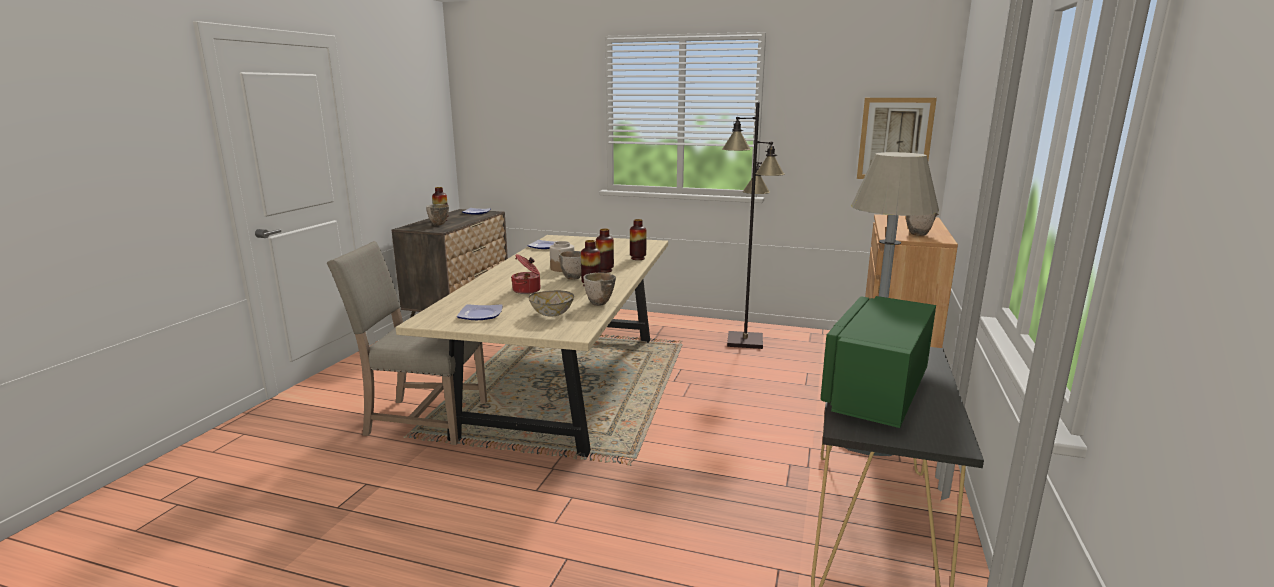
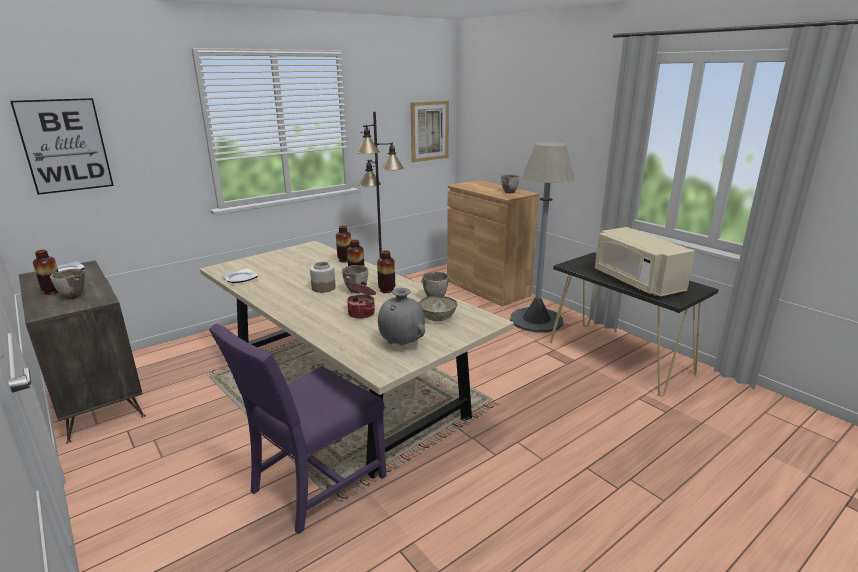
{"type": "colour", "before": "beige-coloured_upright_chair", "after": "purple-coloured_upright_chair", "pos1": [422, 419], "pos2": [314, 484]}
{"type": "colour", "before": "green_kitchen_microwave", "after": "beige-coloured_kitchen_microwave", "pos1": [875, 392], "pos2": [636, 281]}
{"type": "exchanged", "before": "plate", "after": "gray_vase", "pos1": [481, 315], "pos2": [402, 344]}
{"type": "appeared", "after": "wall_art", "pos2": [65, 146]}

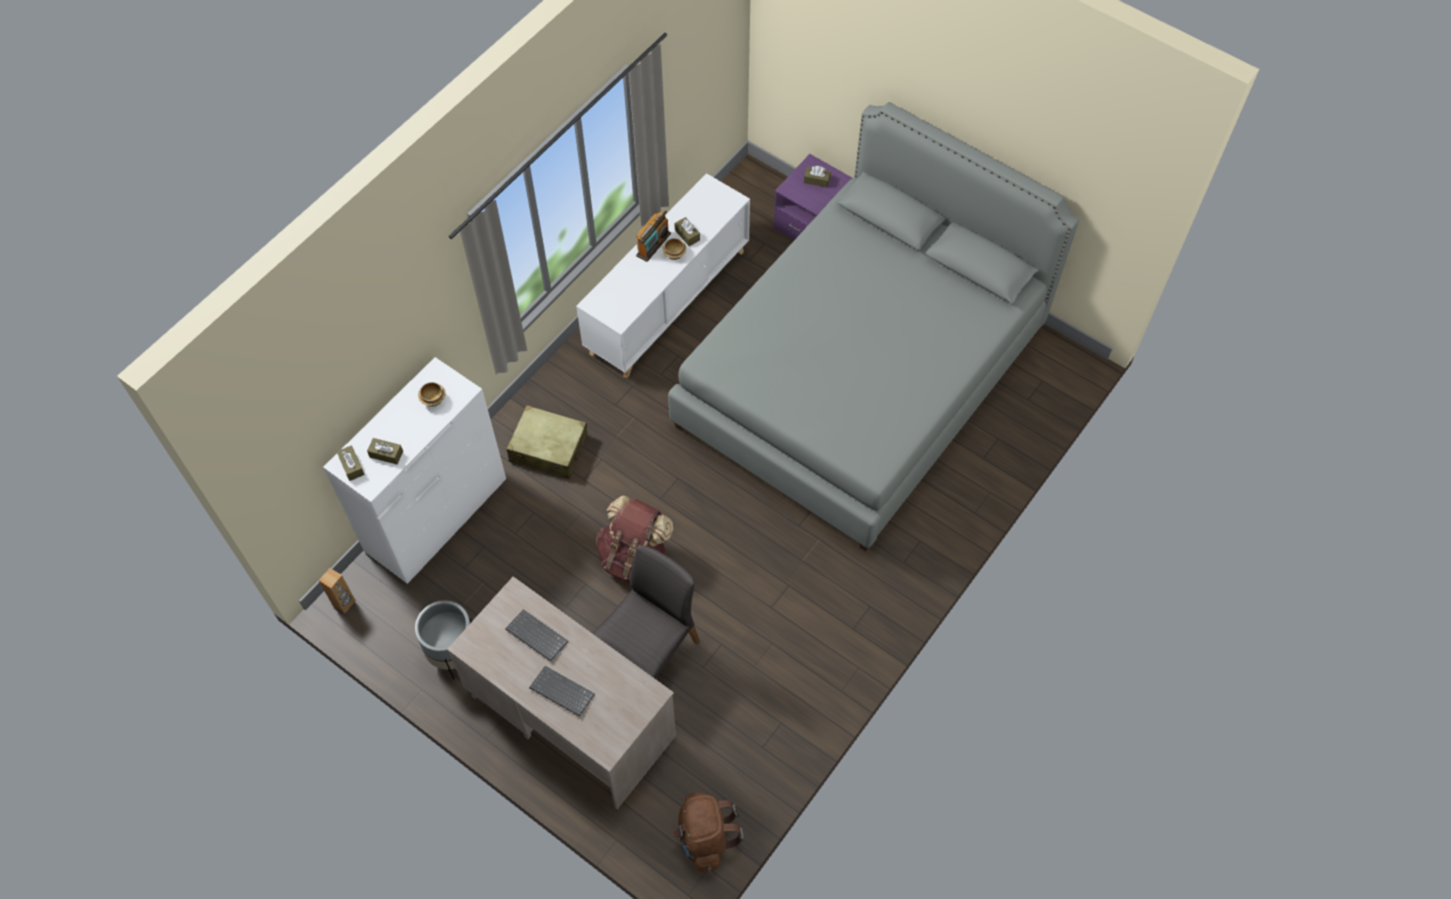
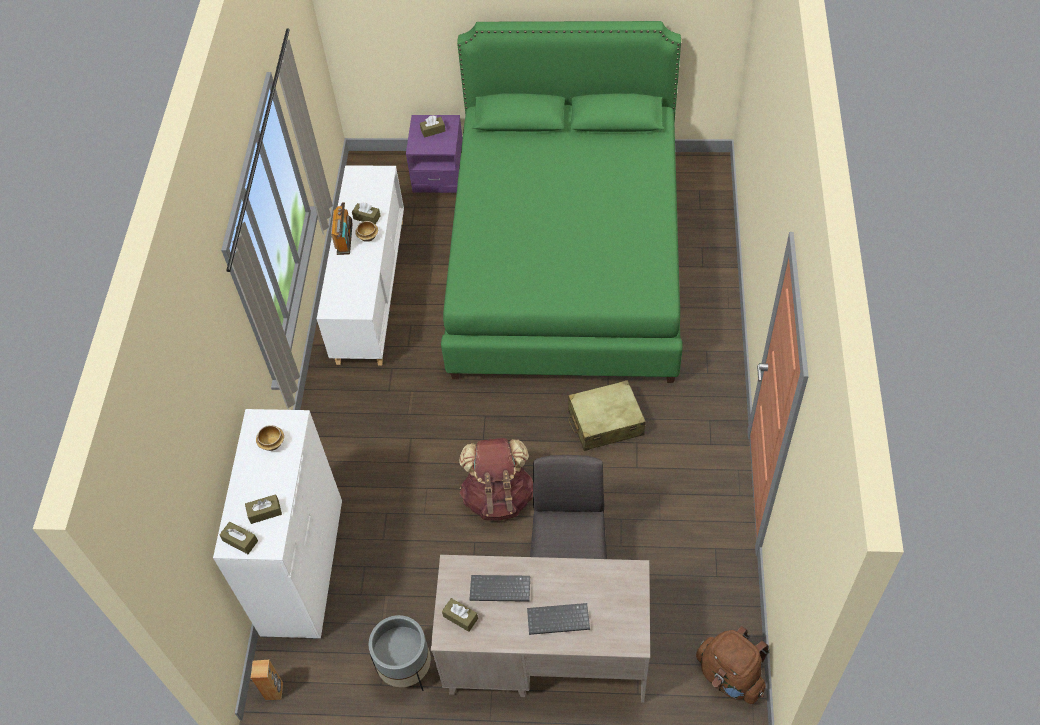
{"type": "colour", "before": "gray_bedroom_bed", "after": "green_bedroom_bed", "pos1": [860, 377], "pos2": [566, 261]}
{"type": "relocated", "before": "beige-coloured_travel_case", "pos1": [548, 448], "pos2": [605, 422]}
{"type": "appeared", "after": "brownish_tissue_box", "pos2": [460, 617]}

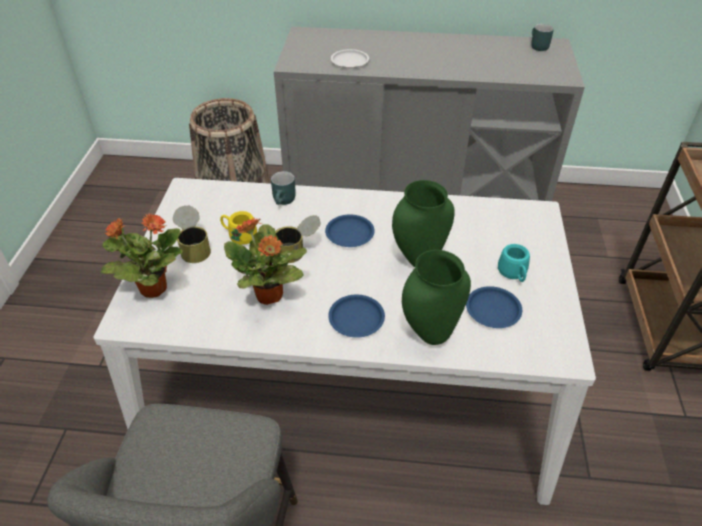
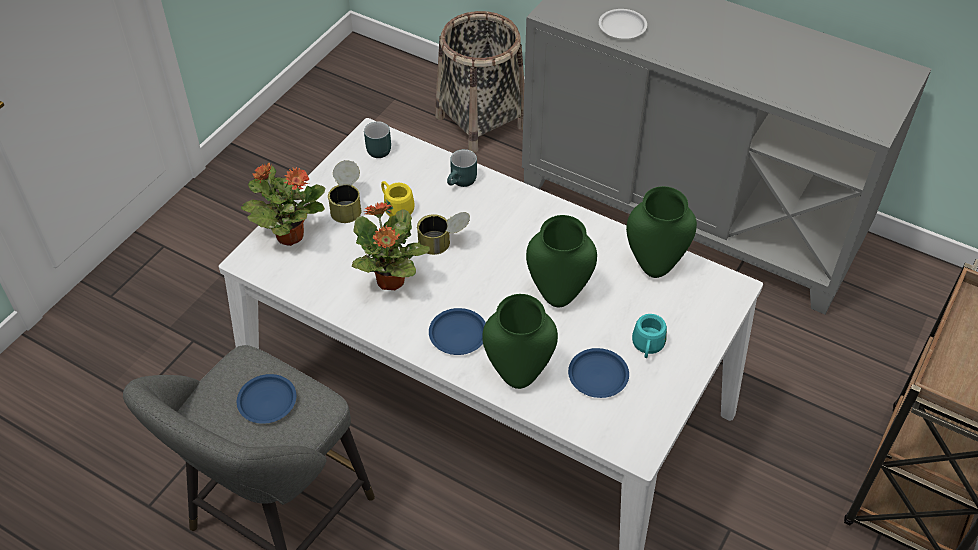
{"type": "relocated", "before": "blue-green_tea_mug", "pos1": [536, 46], "pos2": [377, 148]}
{"type": "relocated", "before": "bluish_plate", "pos1": [349, 234], "pos2": [267, 401]}
{"type": "appeared", "after": "green_vase", "pos2": [654, 267]}

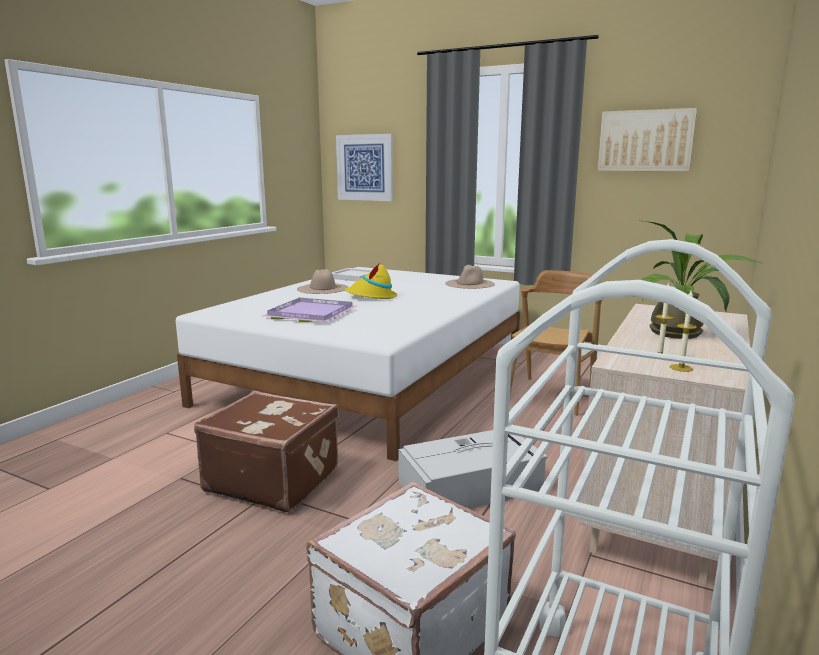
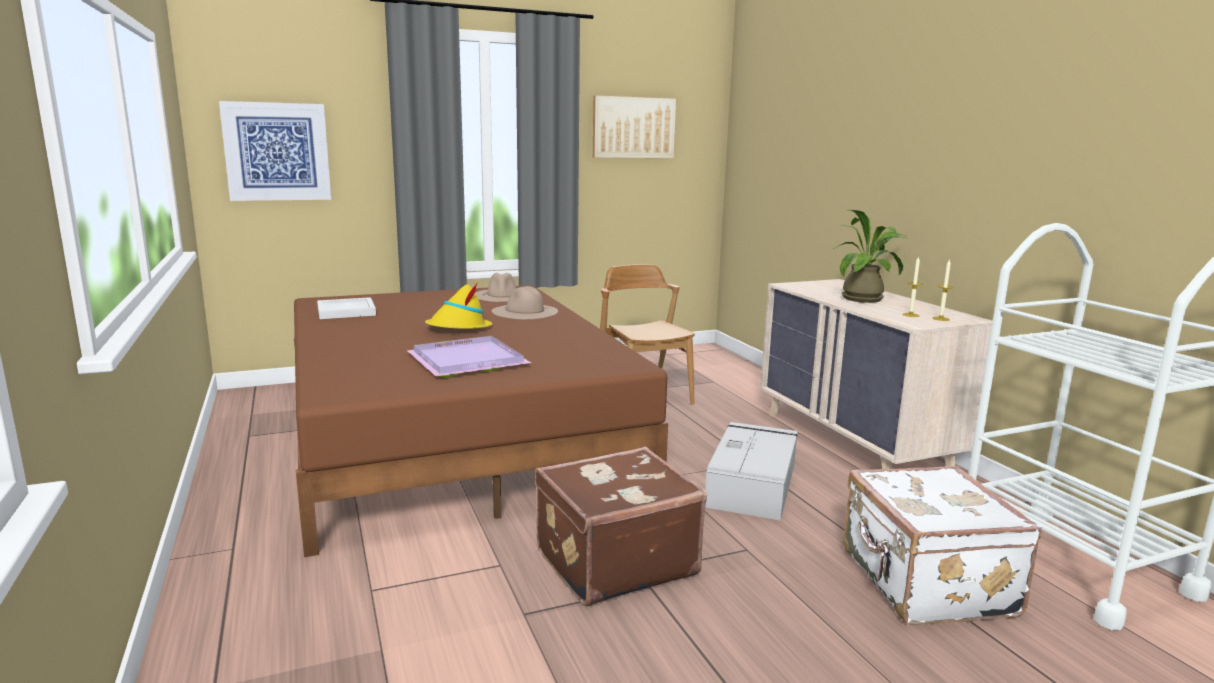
{"type": "colour", "before": "whitish_bedroom_bed", "after": "brownish_bedroom_bed", "pos1": [371, 377], "pos2": [454, 434]}
{"type": "relocated", "before": "beige-coloured_clothing_hat", "pos1": [322, 288], "pos2": [524, 311]}

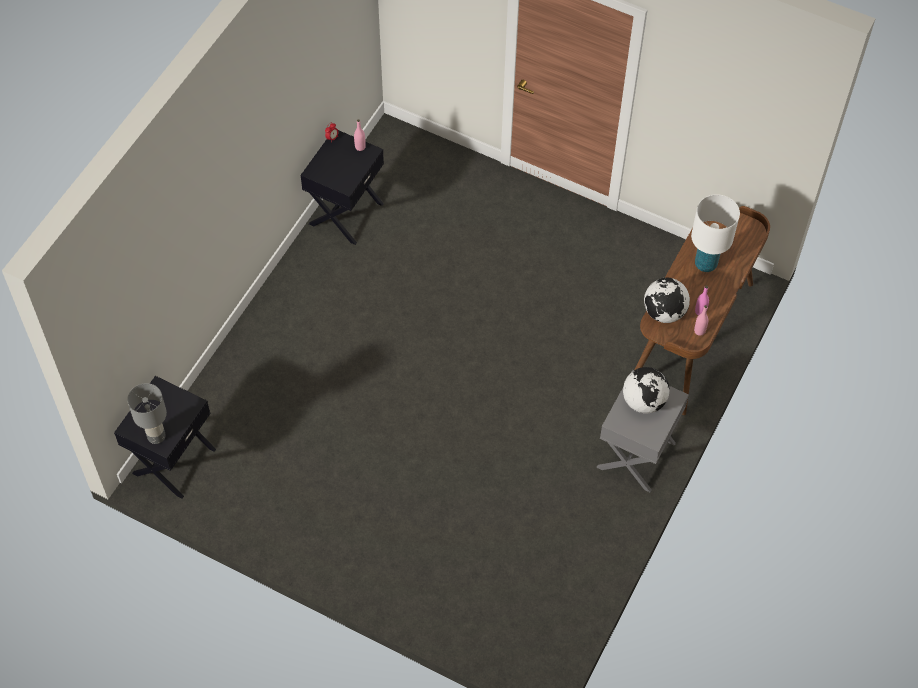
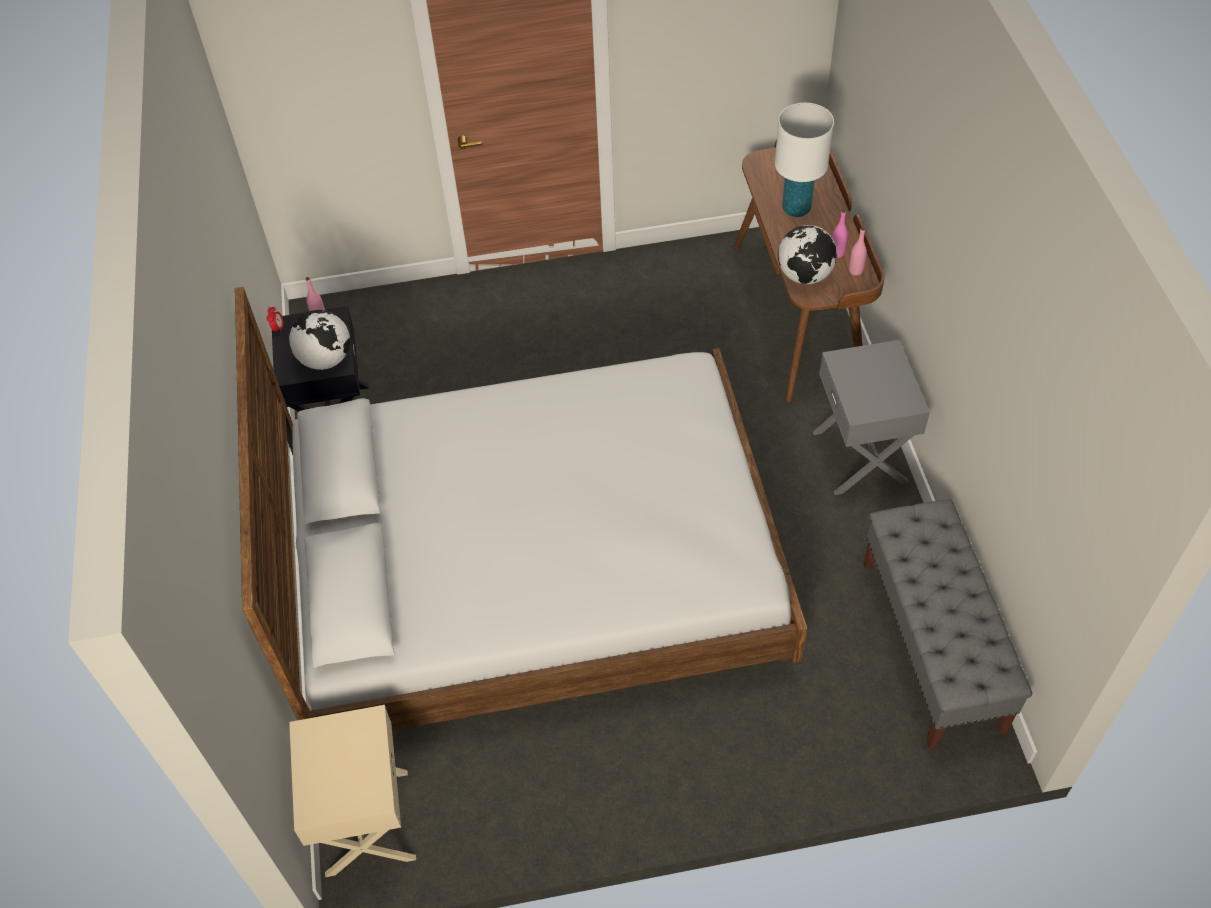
{"type": "relocated", "before": "globe", "pos1": [643, 401], "pos2": [325, 359]}
{"type": "colour", "before": "black_nightstand", "after": "beige-coloured_nightstand", "pos1": [173, 460], "pos2": [365, 822]}
{"type": "missing", "before": "gray_lamp_for_a_table", "pos1": [157, 436]}
{"type": "appeared", "after": "bedroom_bed", "pos2": [534, 567]}
{"type": "appeared", "after": "gray_indoor_bench", "pos2": [932, 646]}

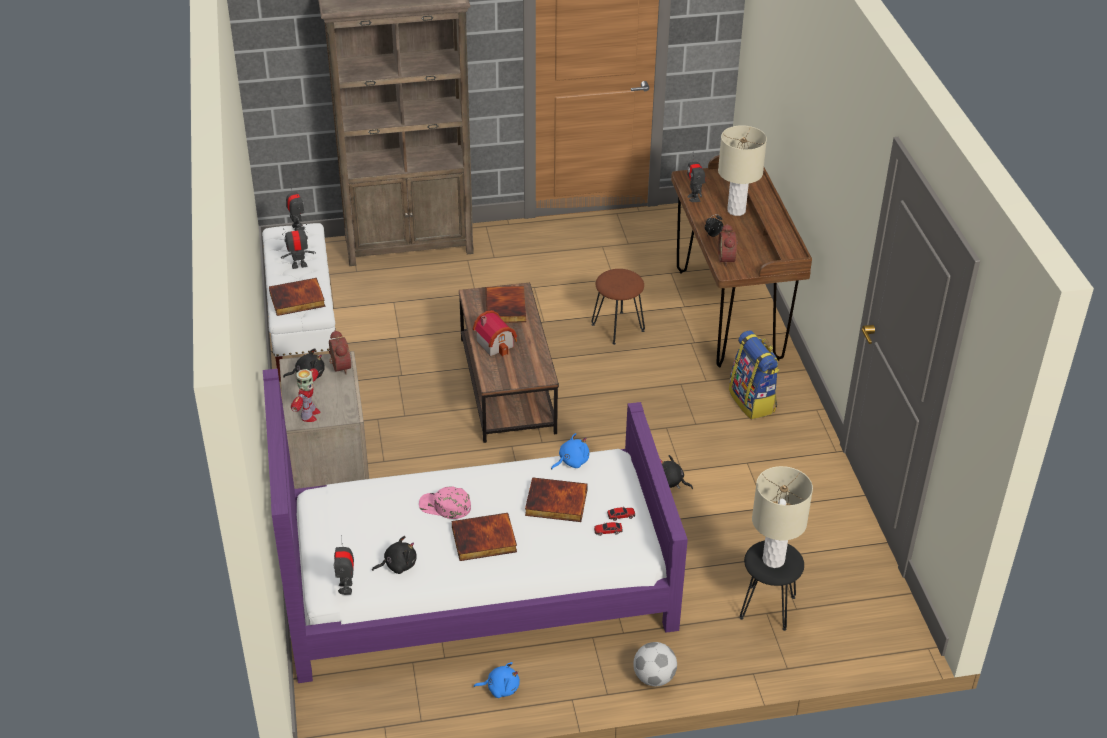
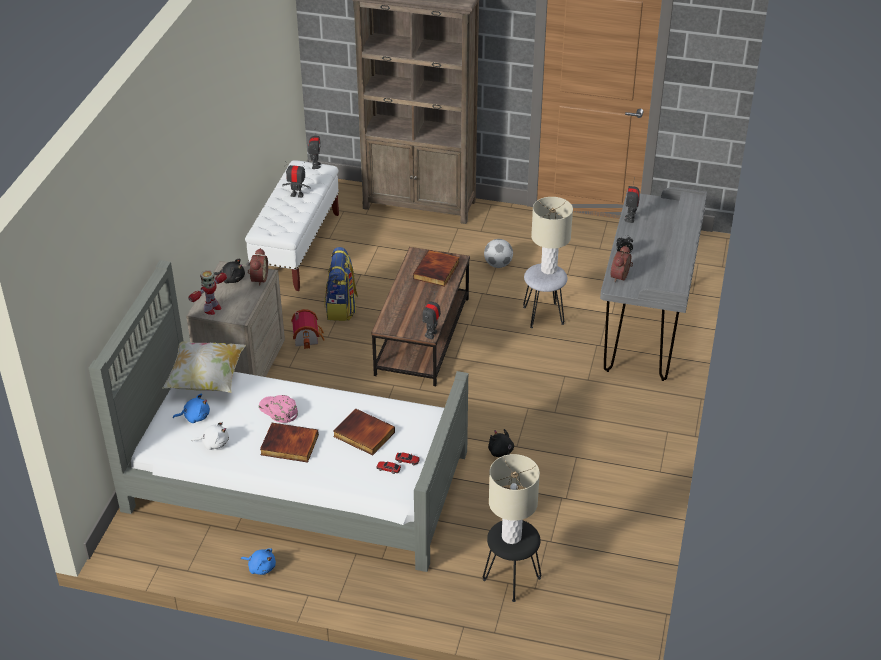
{"type": "relocated", "before": "beige-coloured_lamp_for_a_table", "pos1": [736, 211], "pos2": [548, 269]}
{"type": "colour", "before": "brownish_desk_unit", "after": "gray_desk_unit", "pos1": [729, 314], "pos2": [645, 330]}
{"type": "colour", "before": "brownish_sitting_stool", "after": "gray_sitting_stool", "pos1": [617, 327], "pos2": [543, 315]}
{"type": "missing", "before": "book", "pos1": [297, 300]}
{"type": "relocated", "before": "model_house", "pos1": [496, 343], "pos2": [308, 337]}
{"type": "relocated", "before": "rucksack", "pos1": [753, 401], "pos2": [341, 308]}
{"type": "colour", "before": "purple-coloured_bedroom_bed", "after": "gray_bedroom_bed", "pos1": [475, 582], "pos2": [296, 481]}
{"type": "relocated", "before": "bluish_soft_toy", "pos1": [571, 461], "pos2": [195, 417]}
{"type": "relocated", "before": "model_robot", "pos1": [346, 587], "pos2": [431, 334]}
{"type": "colour", "before": "black_soft_toy", "after": "whitish_soft_toy", "pos1": [398, 565], "pos2": [214, 443]}
{"type": "relocated", "before": "football_ball", "pos1": [654, 678], "pos2": [498, 264]}
{"type": "appeared", "after": "cushion", "pos2": [206, 379]}

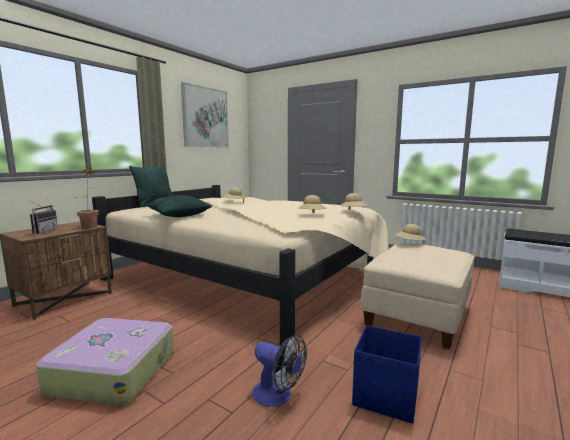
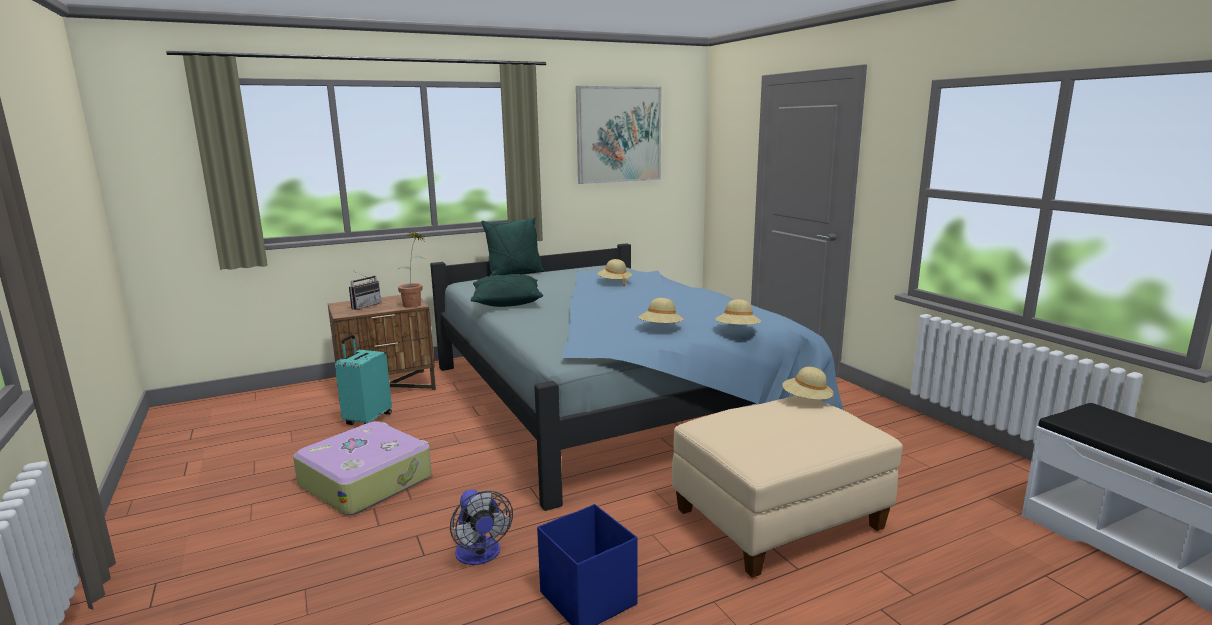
{"type": "colour", "before": "beige-coloured_bedroom_bed", "after": "bluish_bedroom_bed", "pos1": [250, 276], "pos2": [613, 400]}
{"type": "appeared", "after": "blue-green_travel_case", "pos2": [367, 420]}

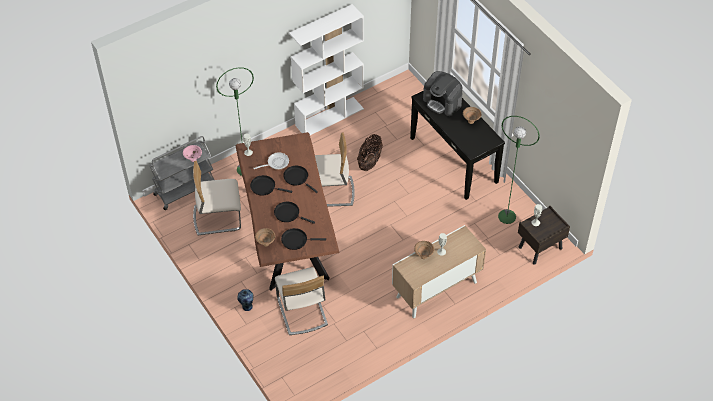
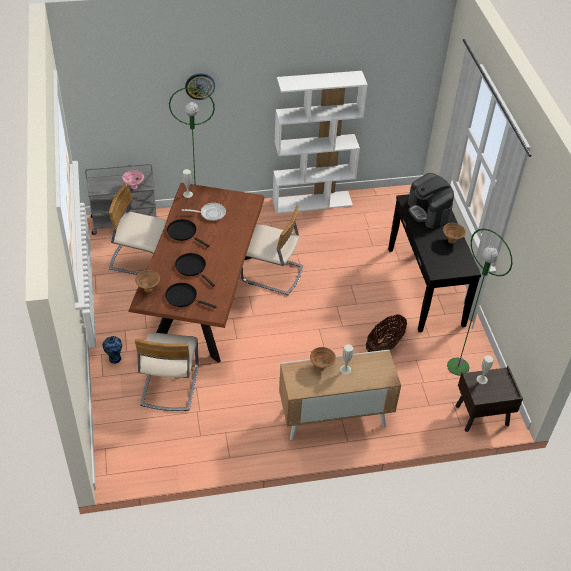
{"type": "relocated", "before": "household_basket", "pos1": [369, 161], "pos2": [384, 346]}
{"type": "missing", "before": "black_frying_pan", "pos1": [297, 178]}
{"type": "appeared", "after": "clock_on_the_wall", "pos2": [200, 86]}

